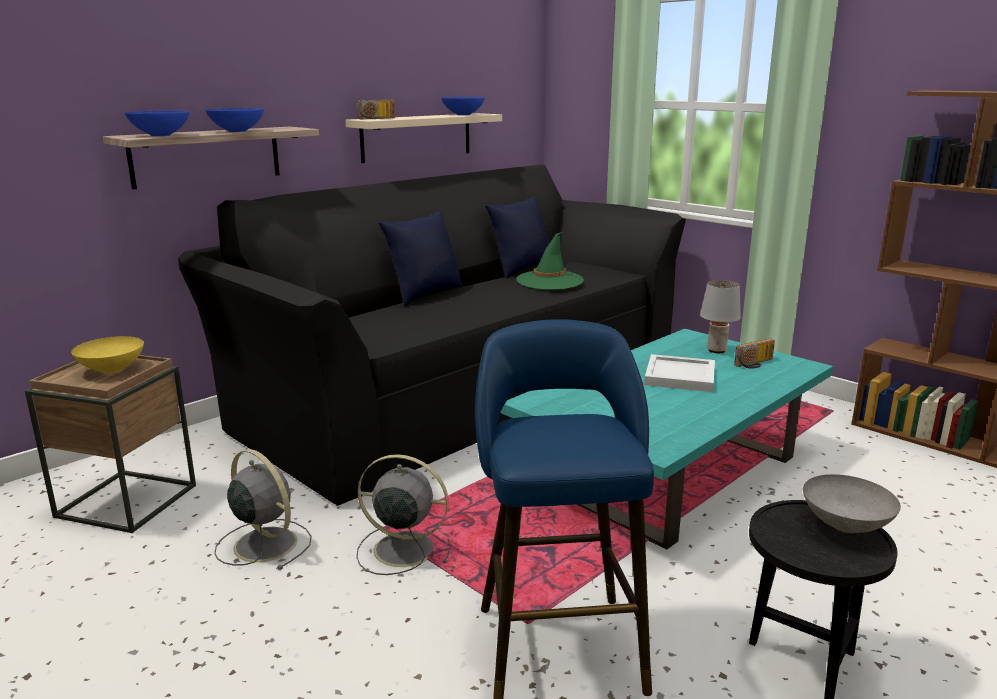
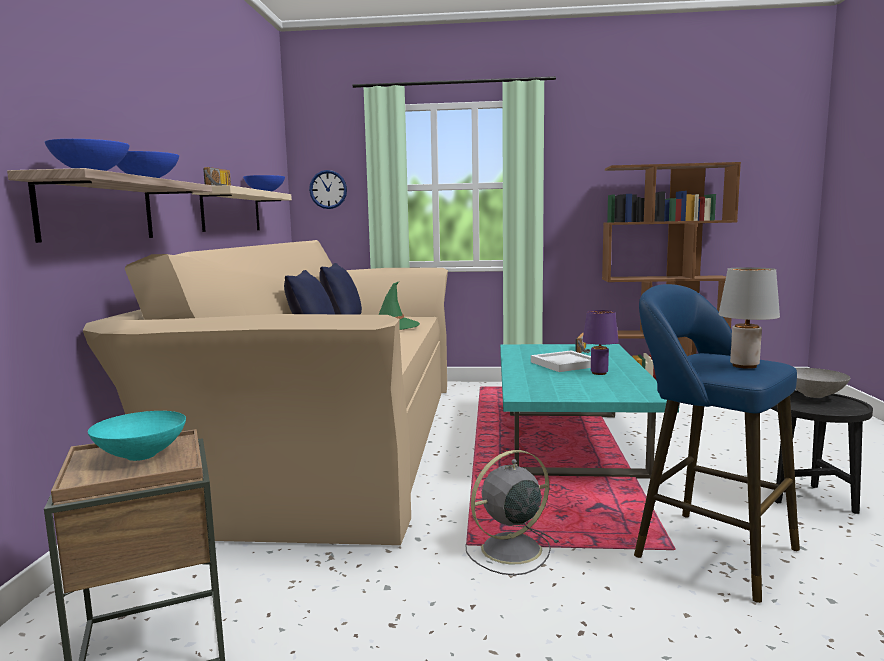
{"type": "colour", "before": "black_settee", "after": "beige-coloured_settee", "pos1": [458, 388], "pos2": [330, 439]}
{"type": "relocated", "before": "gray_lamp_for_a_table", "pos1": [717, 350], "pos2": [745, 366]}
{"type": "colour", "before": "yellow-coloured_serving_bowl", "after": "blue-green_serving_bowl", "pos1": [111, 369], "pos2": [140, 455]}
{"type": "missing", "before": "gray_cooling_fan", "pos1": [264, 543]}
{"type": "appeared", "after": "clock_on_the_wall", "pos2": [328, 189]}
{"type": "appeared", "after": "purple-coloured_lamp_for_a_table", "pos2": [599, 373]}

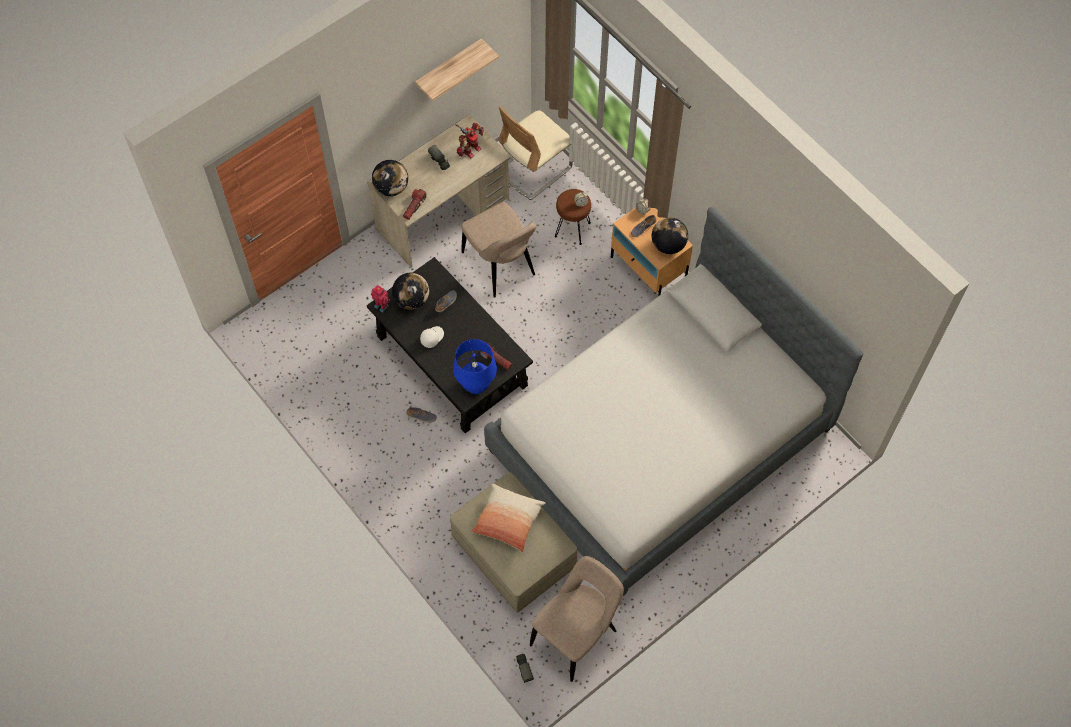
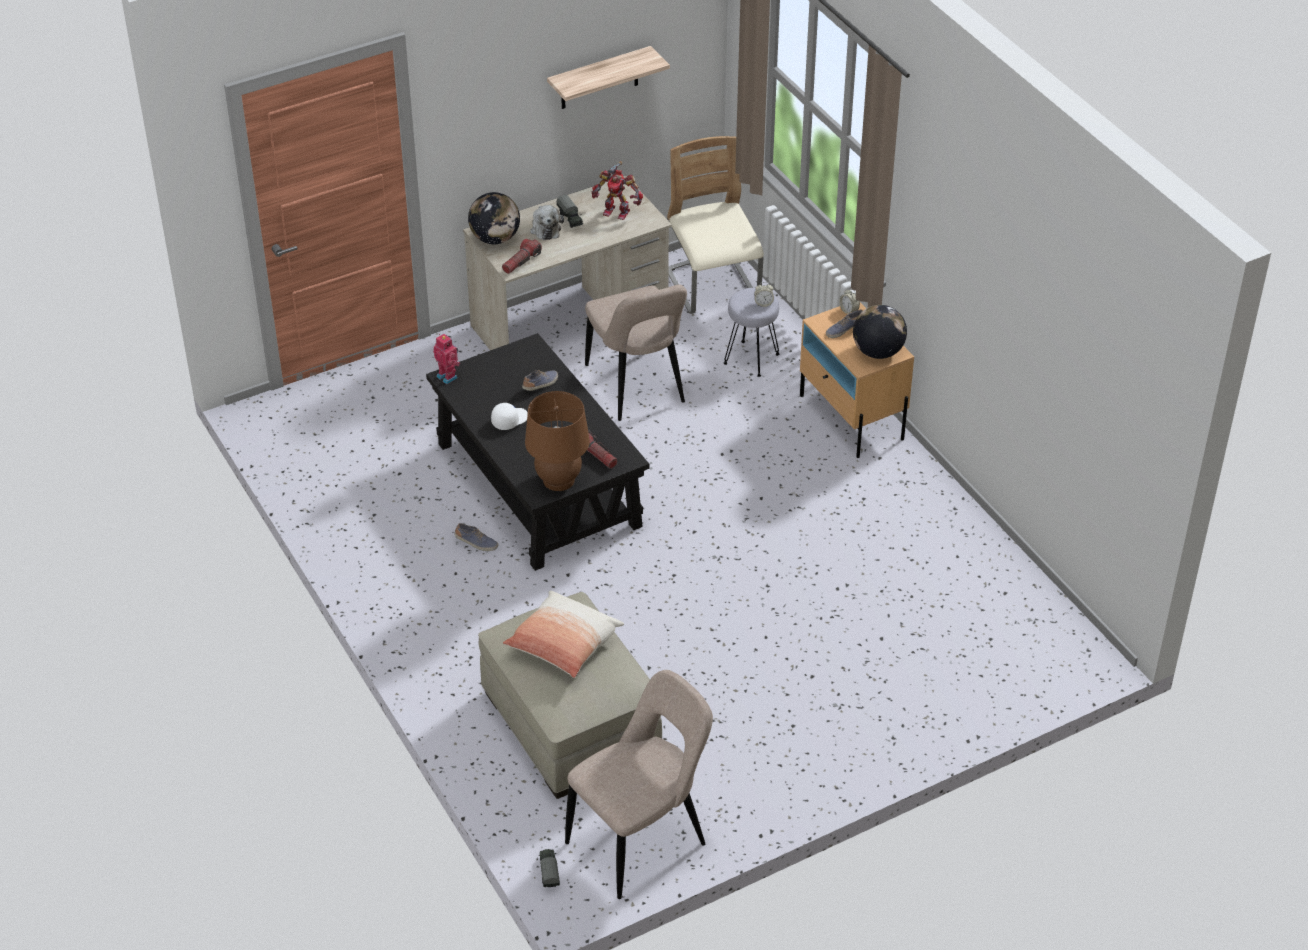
{"type": "spun", "before": "beige-coloured_upright_chair", "pos1": [534, 168], "pos2": [713, 287], "turn": 105}
{"type": "spun", "before": "model_robot", "pos1": [470, 149], "pos2": [617, 211], "turn": 60}
{"type": "colour", "before": "brownish_sitting_stool", "after": "gray_sitting_stool", "pos1": [572, 229], "pos2": [751, 358]}
{"type": "missing", "before": "bedroom_bed", "pos1": [660, 439]}
{"type": "missing", "before": "globe", "pos1": [412, 300]}
{"type": "colour", "before": "bluish_lamp_for_a_table", "after": "brownish_lamp_for_a_table", "pos1": [476, 384], "pos2": [558, 480]}
{"type": "appeared", "after": "soft_toy", "pos2": [545, 228]}

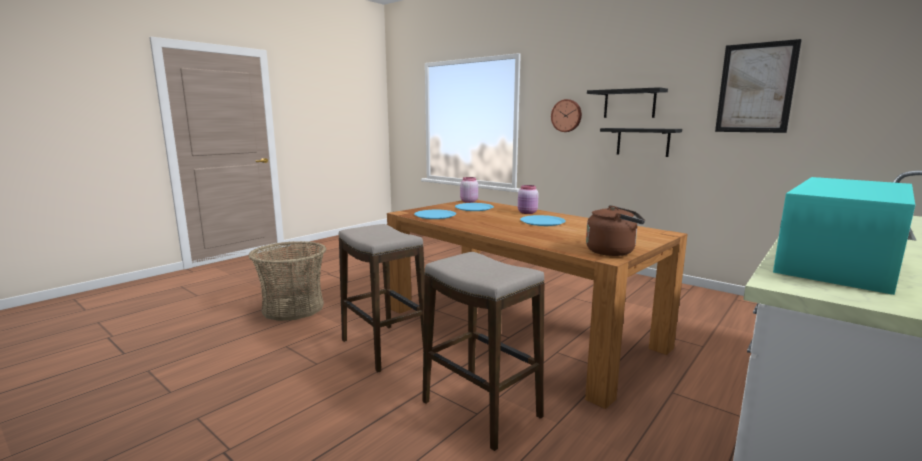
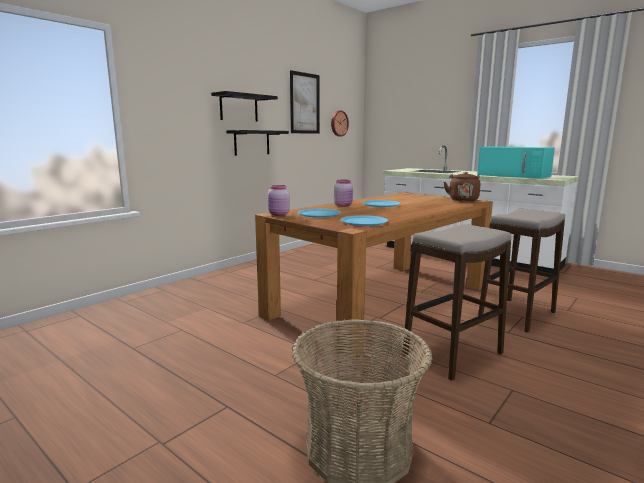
{"type": "relocated", "before": "clock_on_the_wall", "pos1": [566, 115], "pos2": [338, 123]}

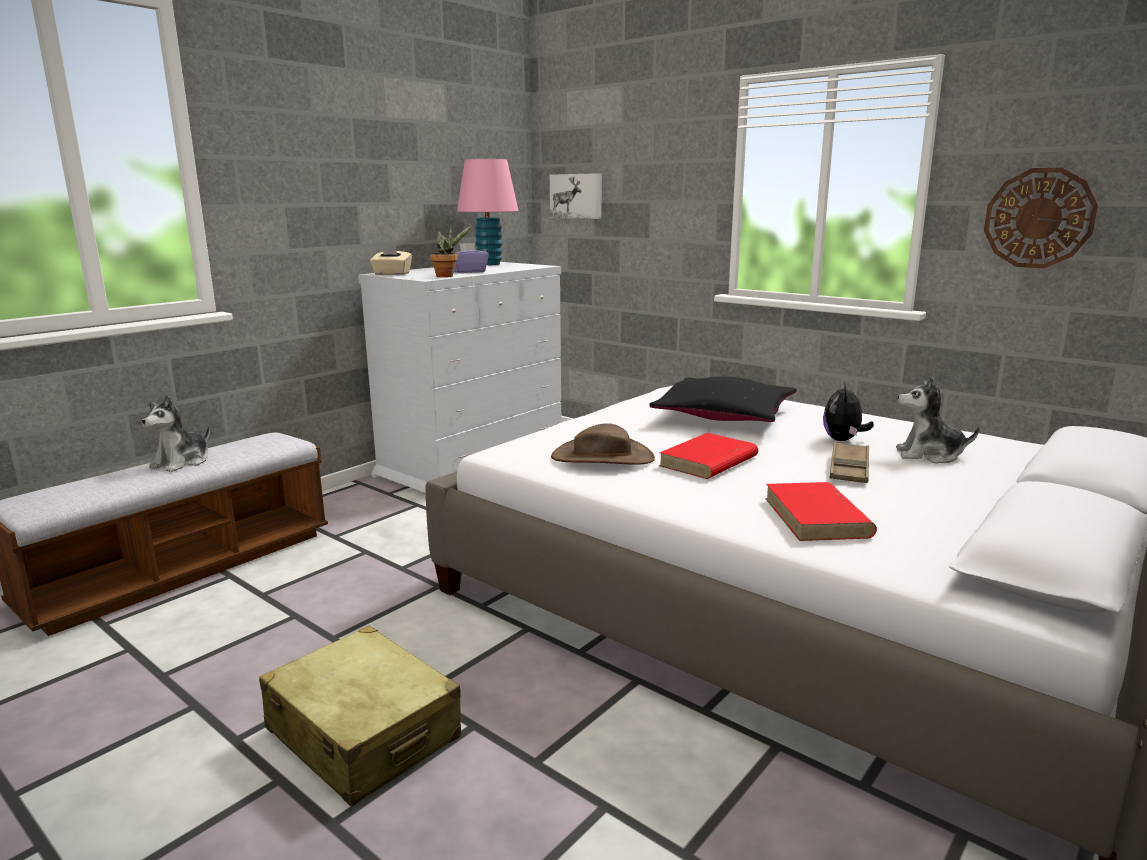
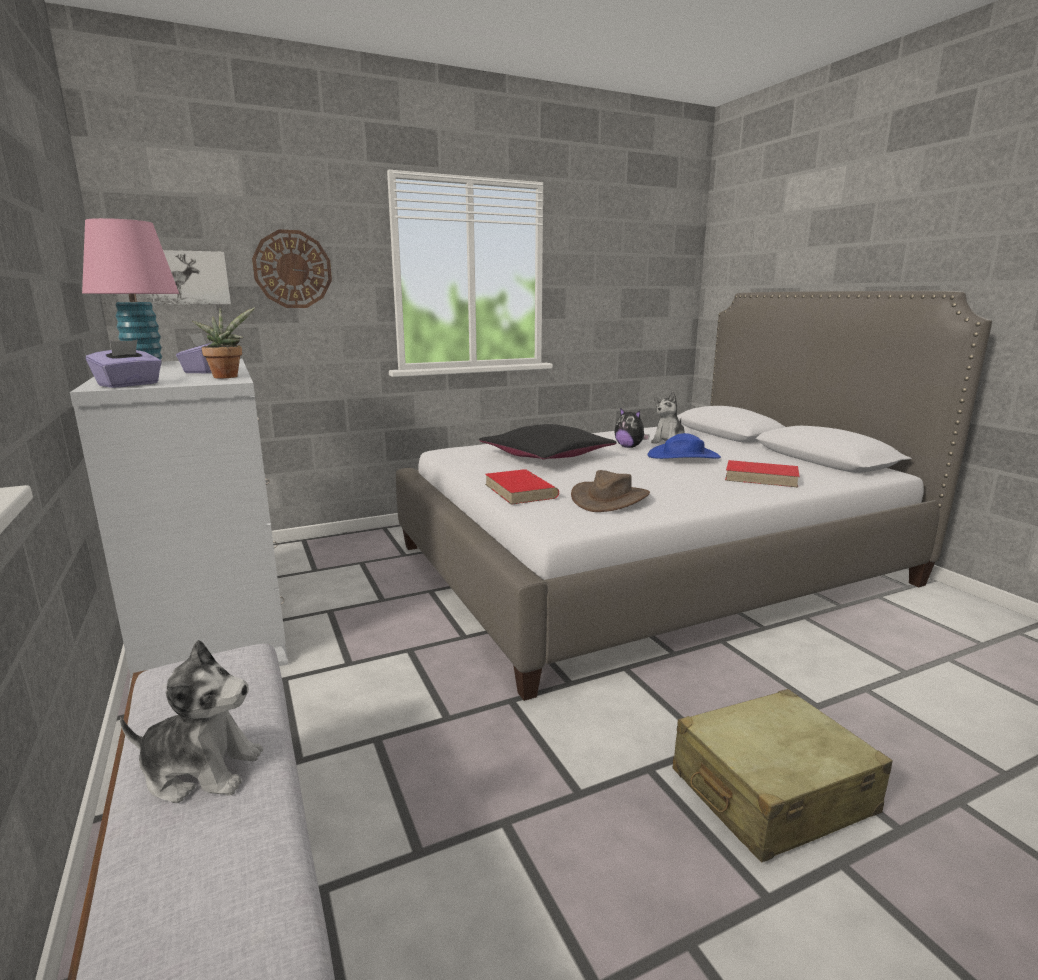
{"type": "relocated", "before": "clock_on_the_wall", "pos1": [1039, 218], "pos2": [292, 269]}
{"type": "colour", "before": "beige-coloured_tissue_box", "after": "purple-coloured_tissue_box", "pos1": [392, 274], "pos2": [129, 385]}
{"type": "spun", "before": "soft_toy", "pos1": [182, 462], "pos2": [201, 769], "turn": -45}
{"type": "relocated", "before": "red-coloured_book", "pos1": [708, 461], "pos2": [521, 491]}
{"type": "exchanged", "before": "brownish_carrying_tray", "after": "bluish_clothing_hat", "pos1": [849, 468], "pos2": [683, 456]}

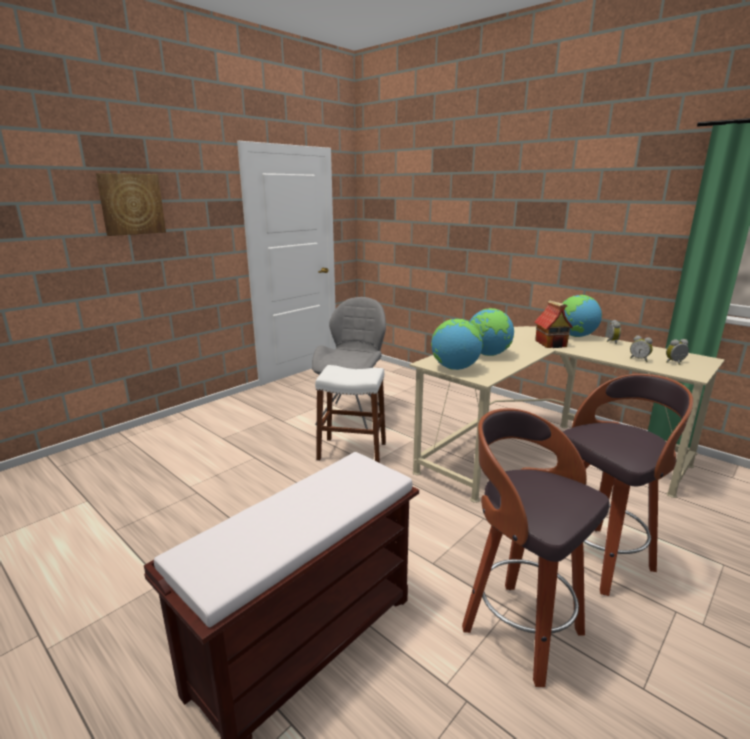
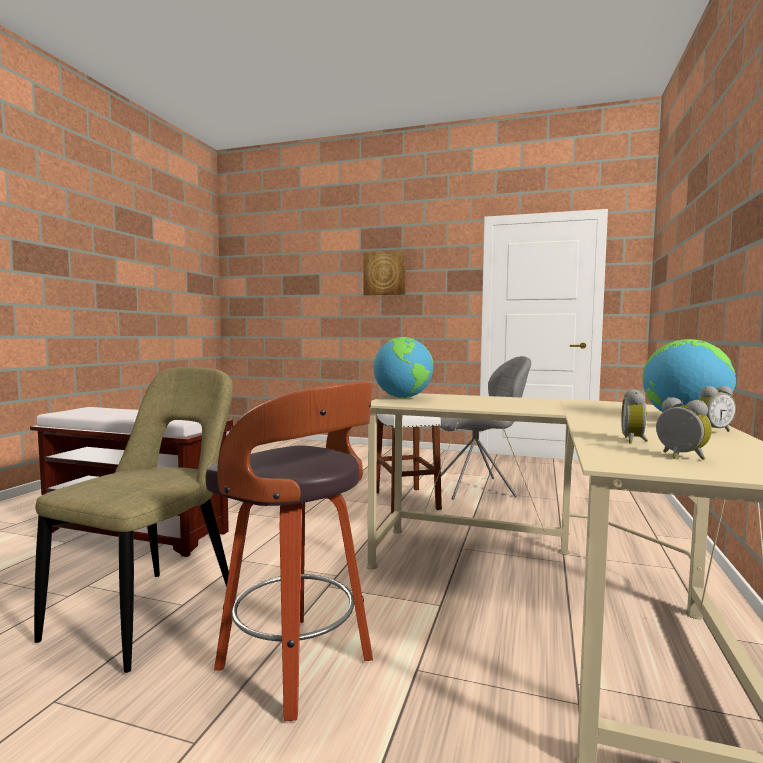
{"type": "missing", "before": "model_house", "pos1": [551, 344]}
{"type": "missing", "before": "globe", "pos1": [488, 354]}
{"type": "exchanged", "before": "sitting_stool", "after": "beige-coloured_upright_chair", "pos1": [519, 629], "pos2": [151, 612]}

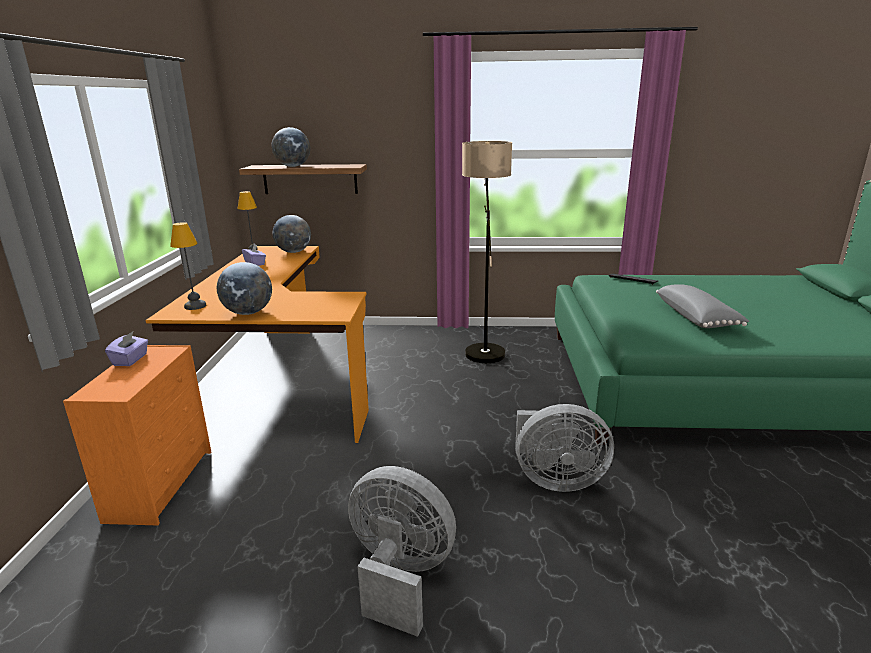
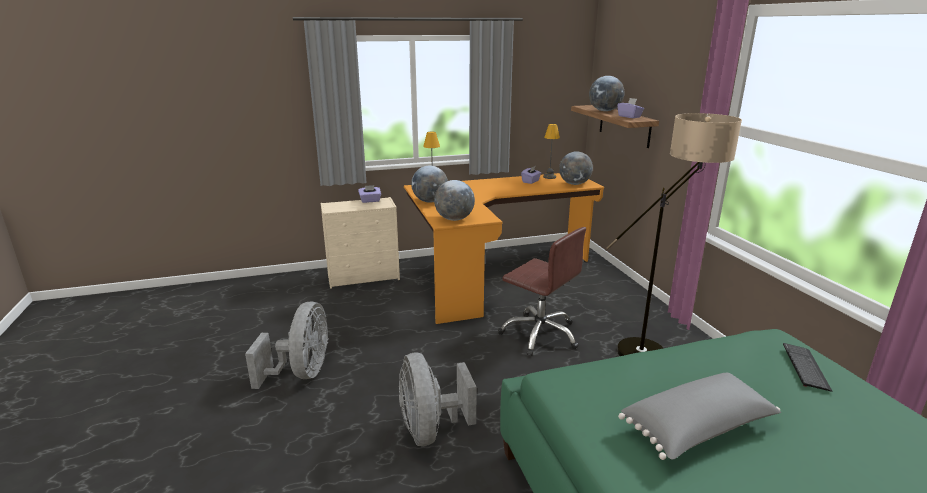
{"type": "colour", "before": "orange_drawer_chest", "after": "beige-coloured_drawer_chest", "pos1": [161, 483], "pos2": [364, 277]}
{"type": "appeared", "after": "purple-coloured_tissue_box", "pos2": [629, 116]}
{"type": "appeared", "after": "globe", "pos2": [454, 219]}
{"type": "appeared", "after": "brownish_computer_chair", "pos2": [540, 334]}

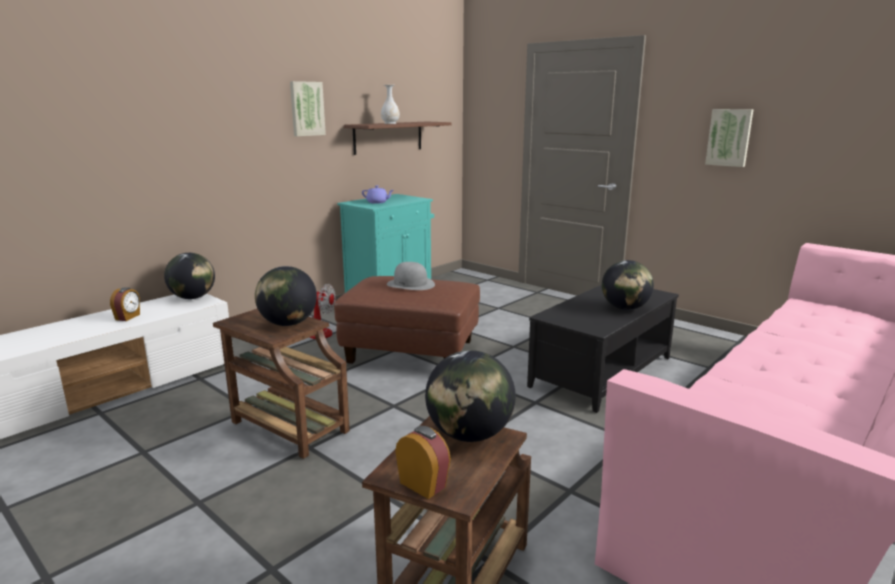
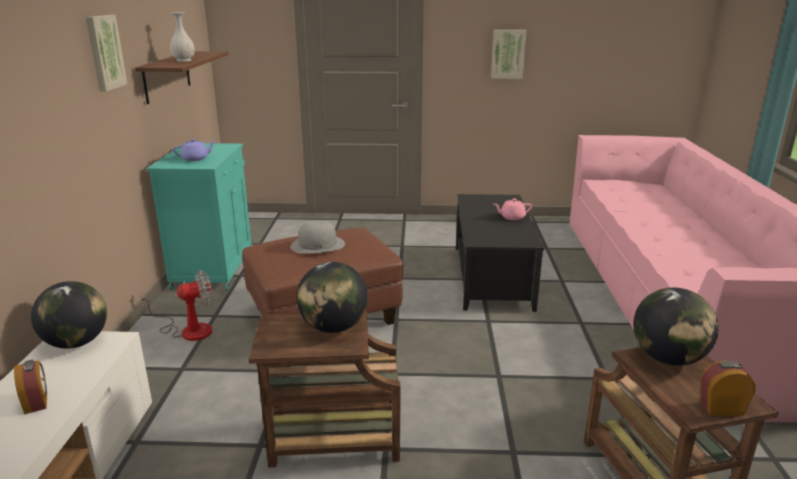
{"type": "exchanged", "before": "globe", "after": "pinkish_tea_pot", "pos1": [625, 308], "pos2": [512, 217]}

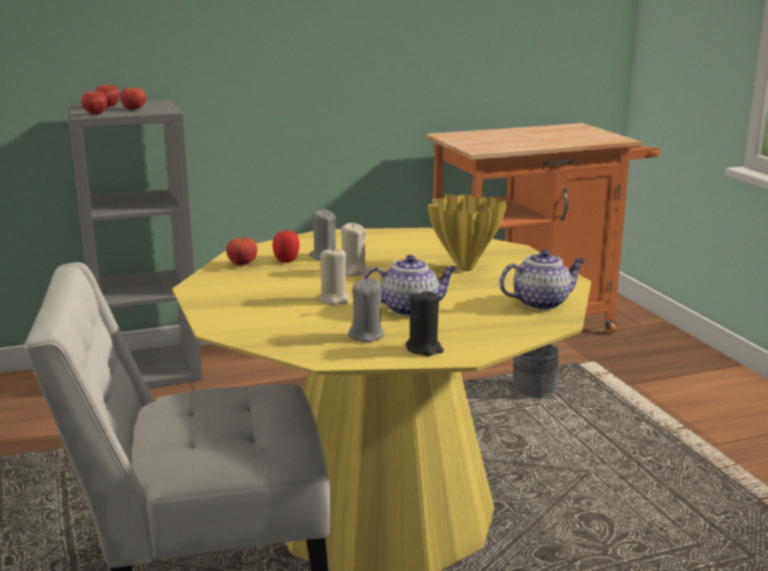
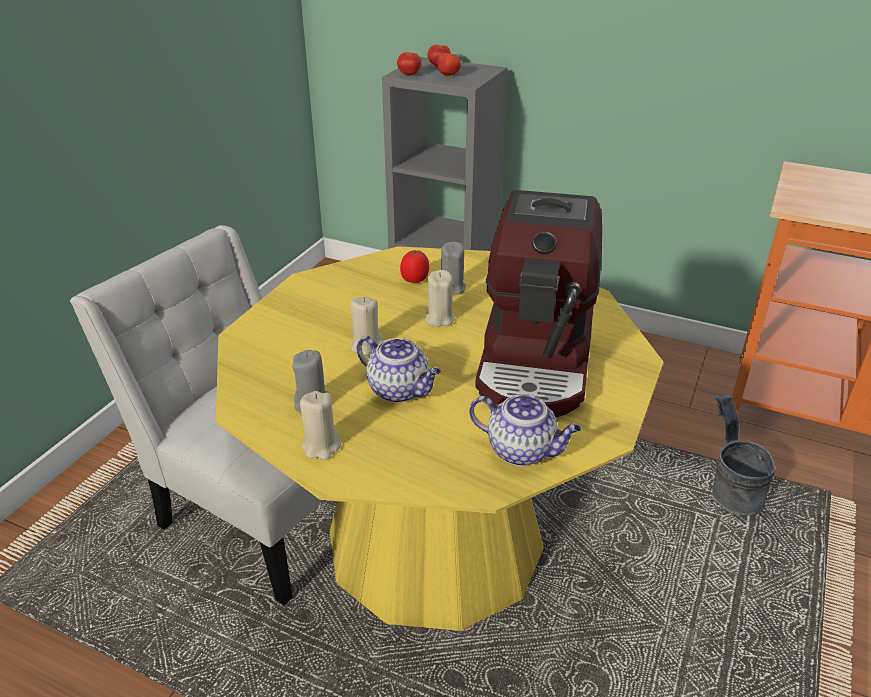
{"type": "exchanged", "before": "yellow-coloured_vase", "after": "coffee_machine", "pos1": [464, 268], "pos2": [537, 363]}
{"type": "missing", "before": "fresh_tomato", "pos1": [242, 264]}
{"type": "colour", "before": "black_candle", "after": "beige-coloured_candle", "pos1": [424, 349], "pos2": [321, 446]}

